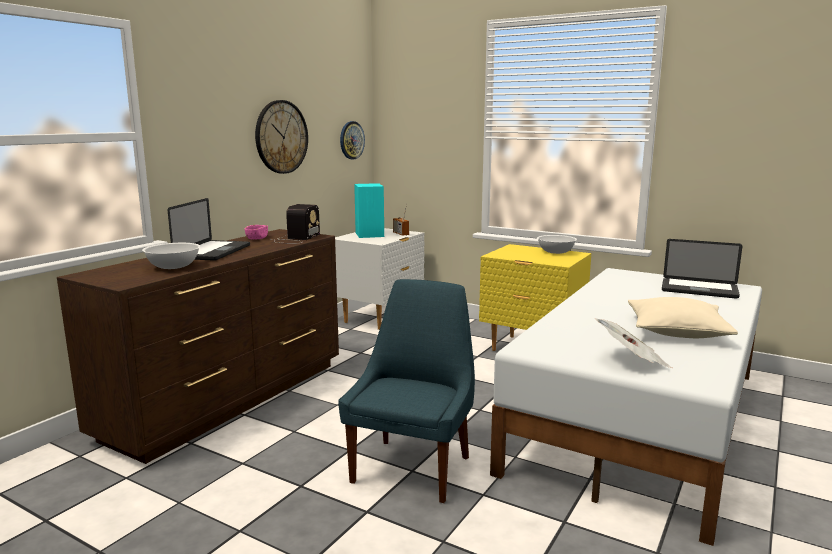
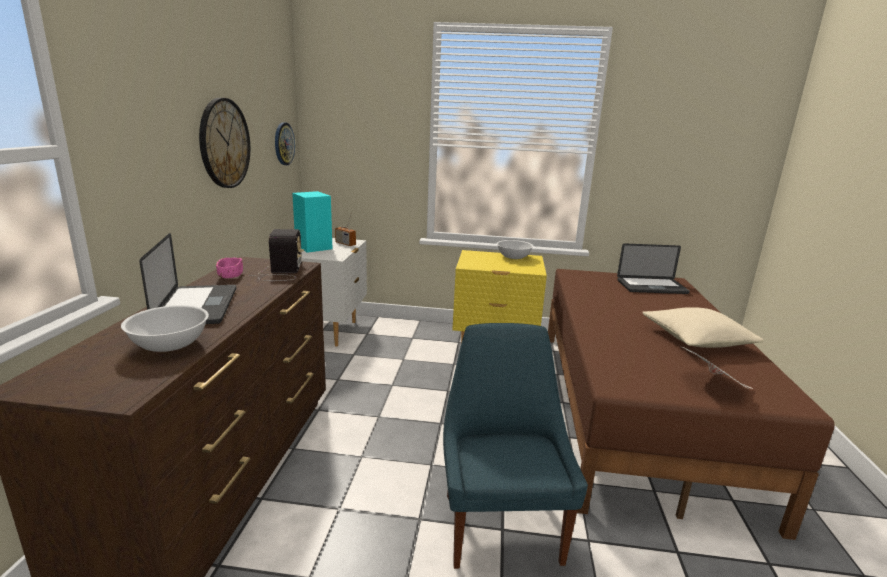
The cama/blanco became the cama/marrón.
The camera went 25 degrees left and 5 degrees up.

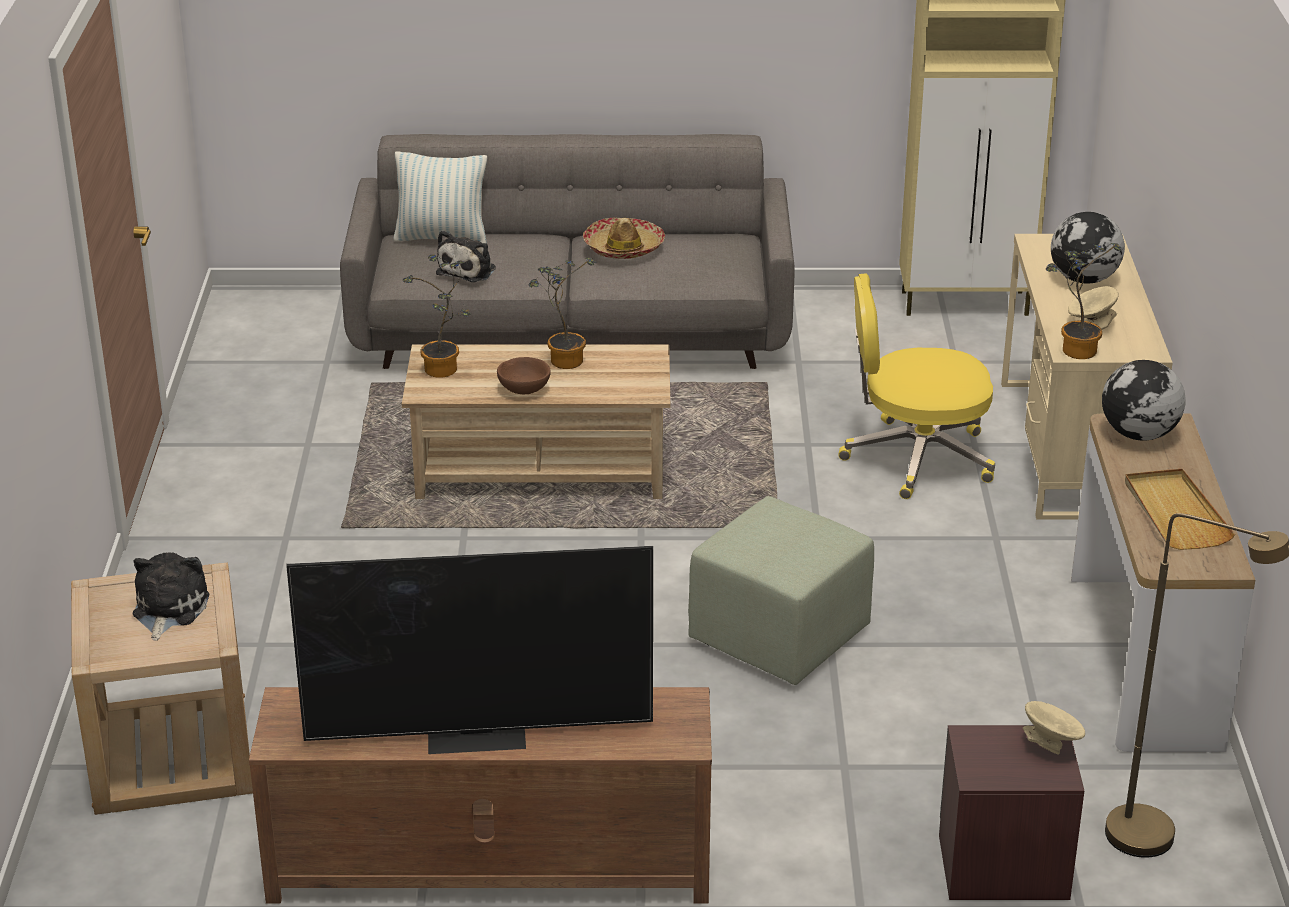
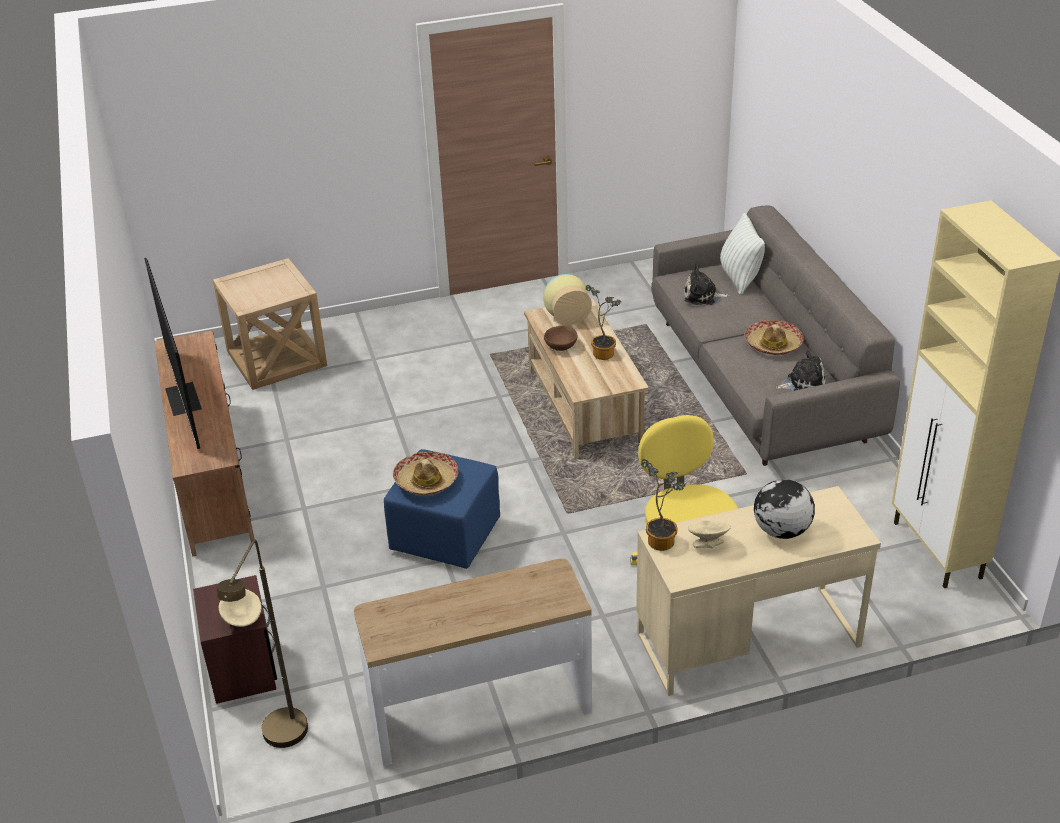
The planta en maceta (1st from left) was replaced by the florero.
The globo terráqueo (2nd from left) disappeared.
The bandeja/beis disappeared.
The puf/verde became the puf/azul.
The peluche (1st from left in the first image) moved.
The sombrero (1st from left) appeared.
The camera went 75 degrees right and 5 degrees up.

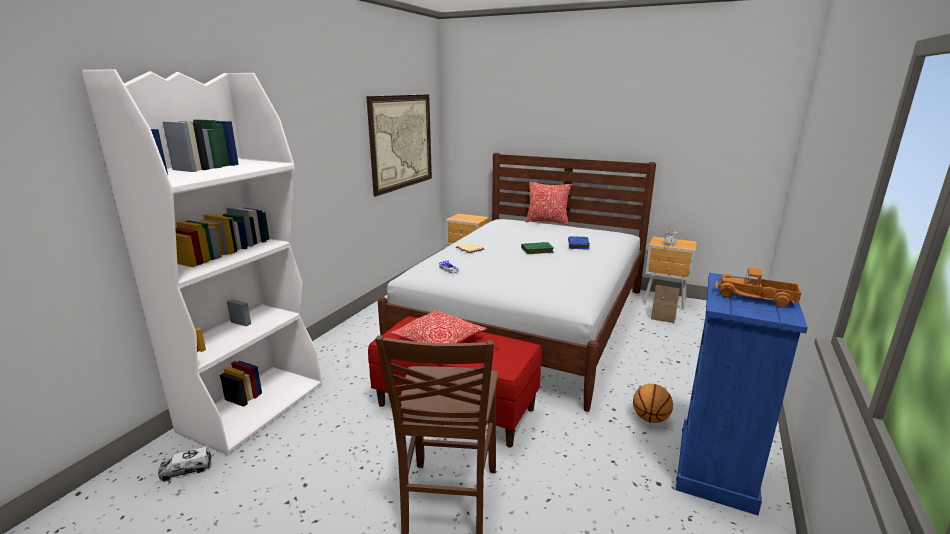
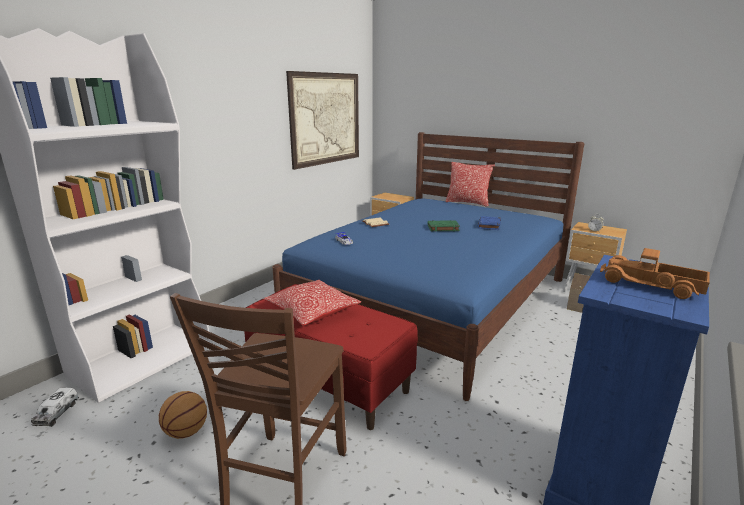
The cama/blanco became the cama/azul.
The balón de baloncesto moved.
The camión de juguete (1st from left) turned 75 degrees counterclockwise.
The camera went 10 degrees right and 0 degrees up.

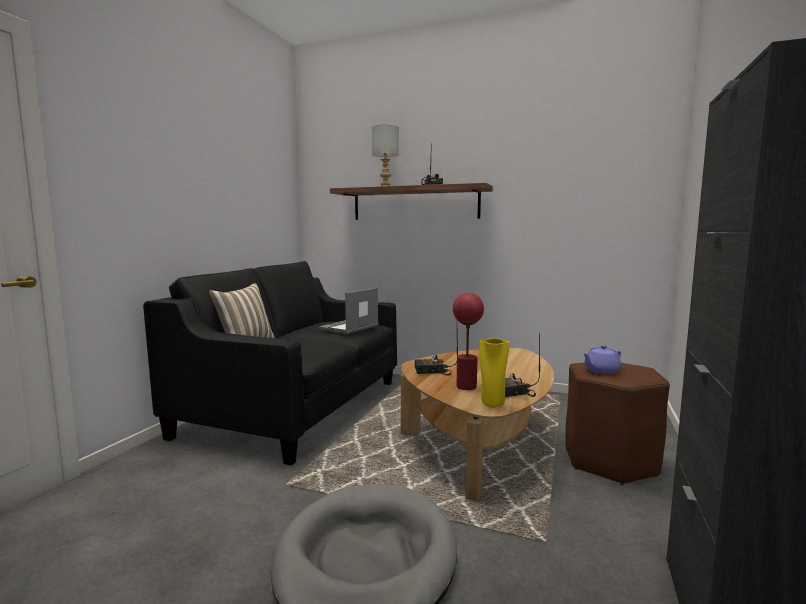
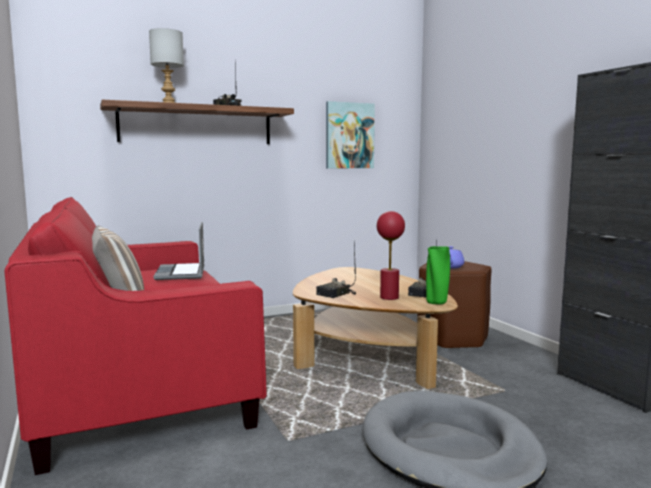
The sofá/negro became the sofá/rojo.
The florero/amarillo became the florero/verde.
The cuadro appeared.
The camera went 45 degrees left and 0 degrees up.

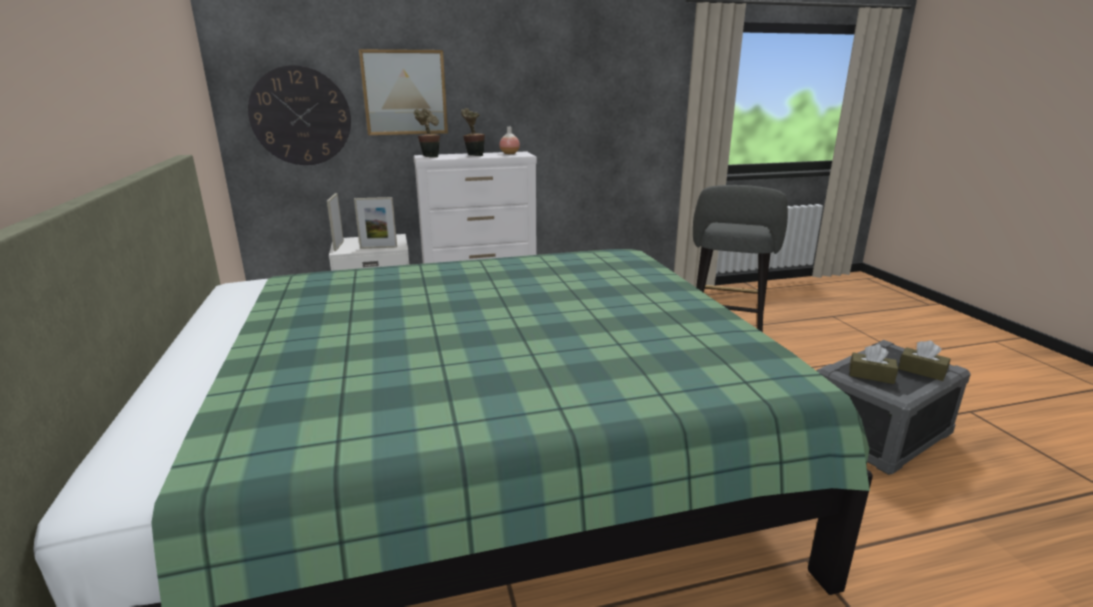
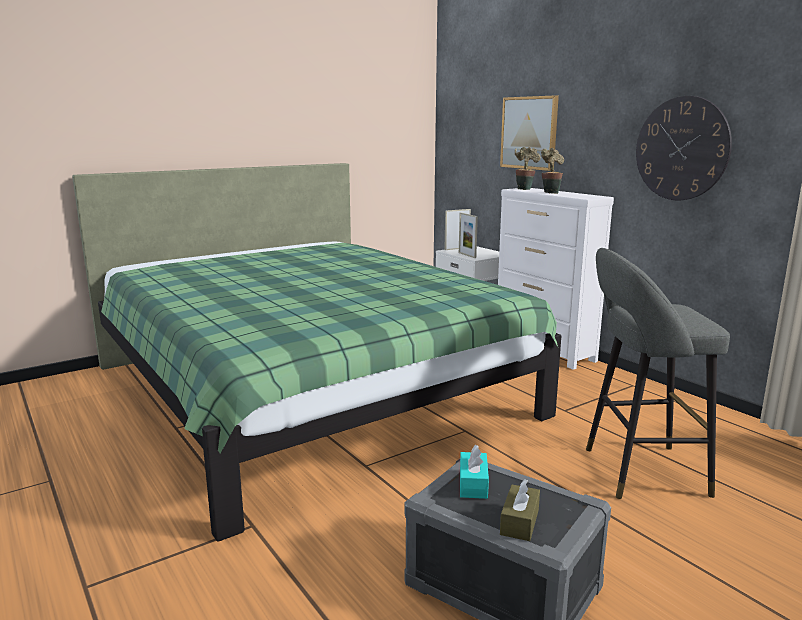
The reloj de pared moved.
The florero disappeared.
The caja de pañuelos/marrón (1st from left) became the caja de pañuelos/turquesa.
The camera went 70 degrees right and 5 degrees down.

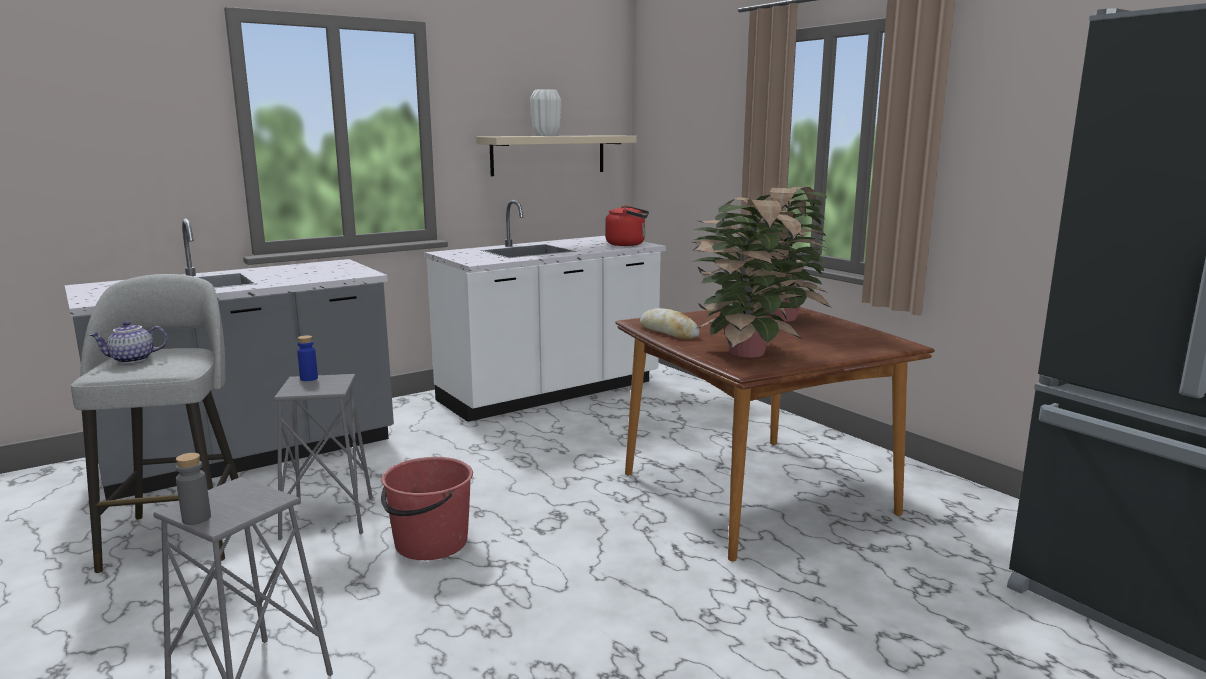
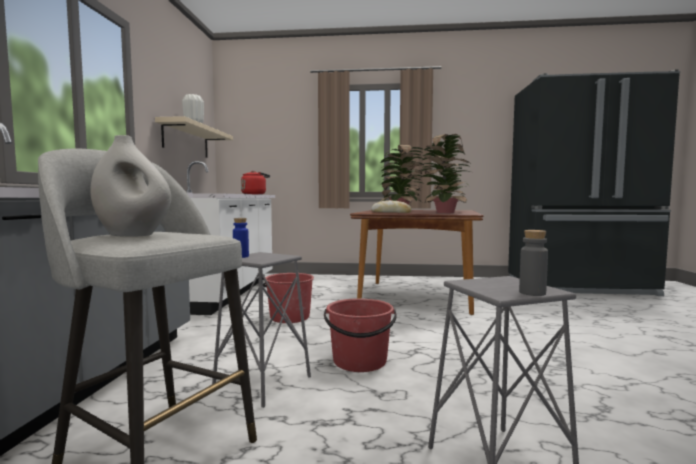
The tetera was replaced by the florero/blanco (1st from left).
The cubo/rojo (1st from left) appeared.
The camera went 50 degrees left and 10 degrees down.

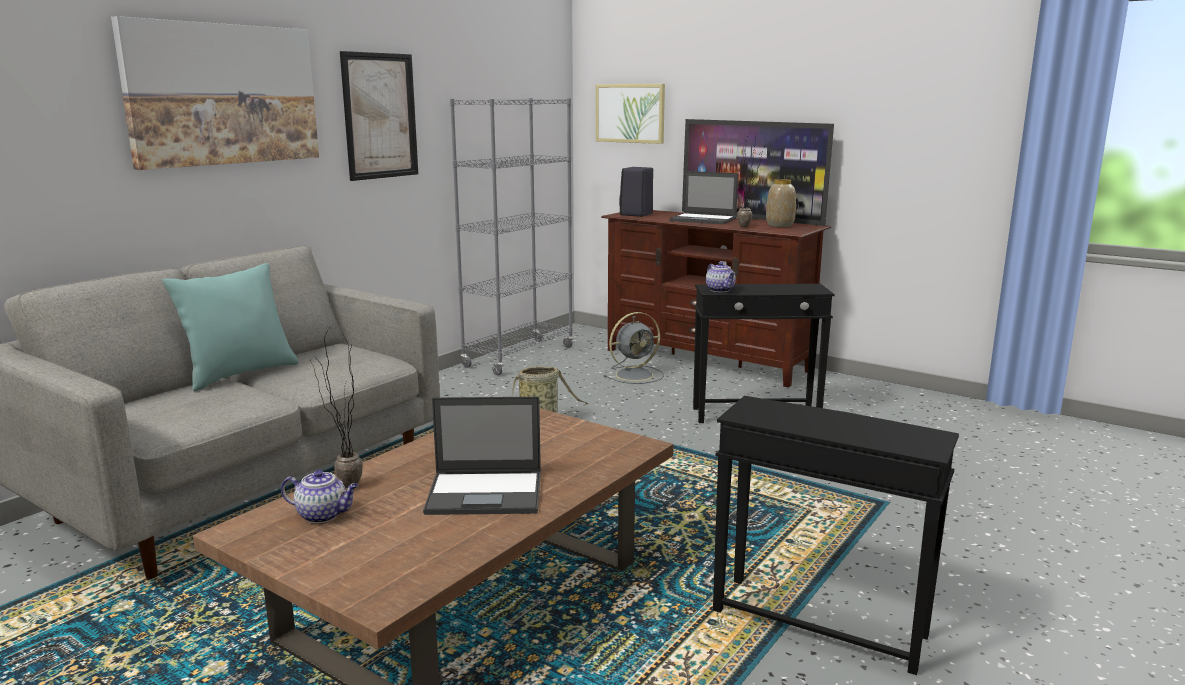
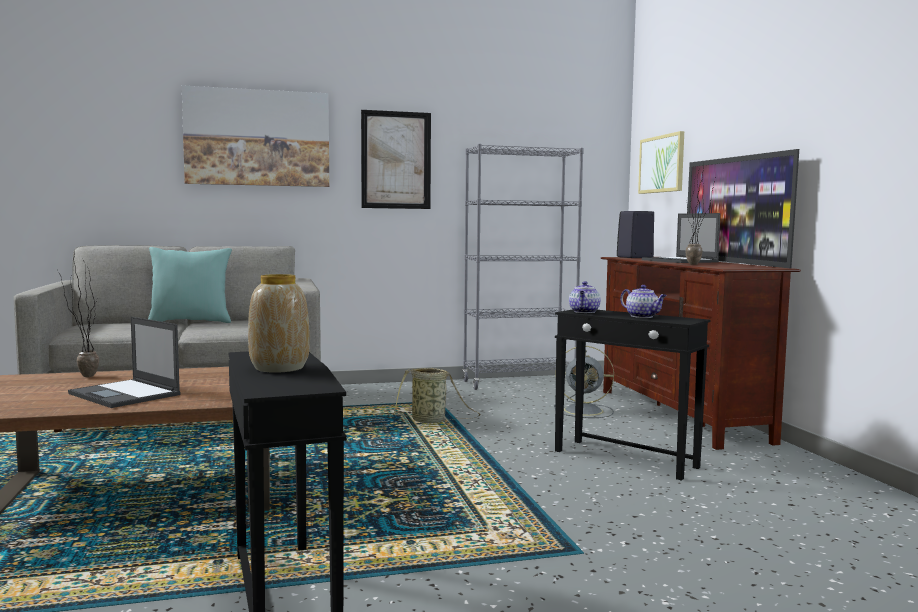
The florero moved.
The tetera (1st from left in the first image) moved.
The camera went 40 degrees right and 10 degrees down.

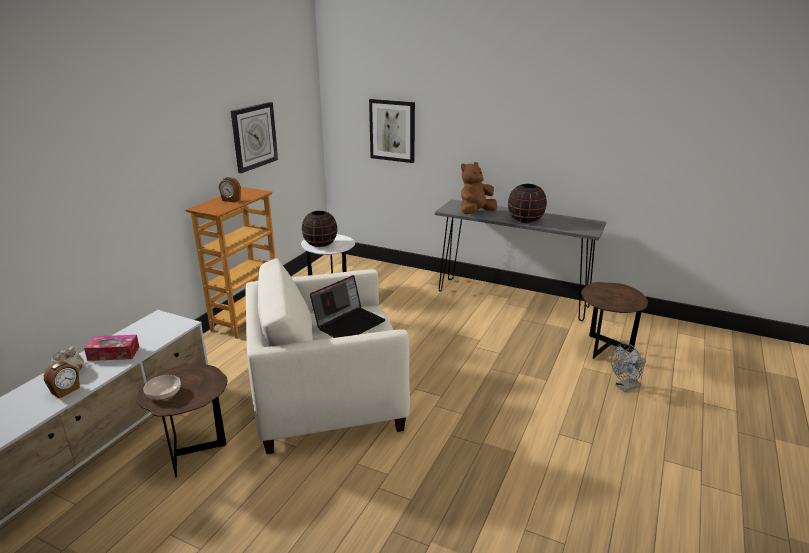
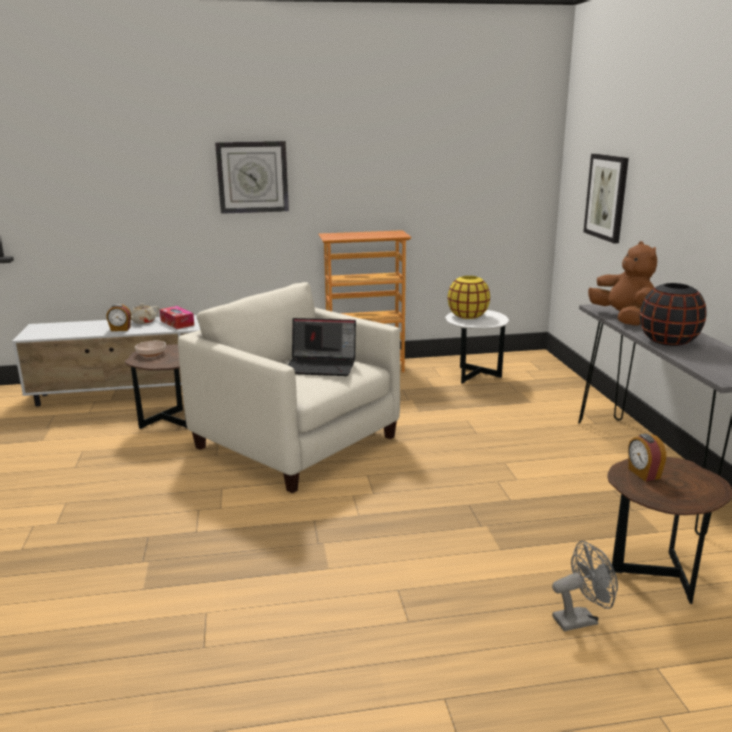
The reloj de pared moved.
The peluche/marrón turned 60 degrees clockwise.
The despertador (2nd from left) moved.
The florero/negro (1st from left) became the florero/amarillo.
The ventilador/gris turned 135 degrees clockwise.
The camera went 55 degrees right and 5 degrees down.

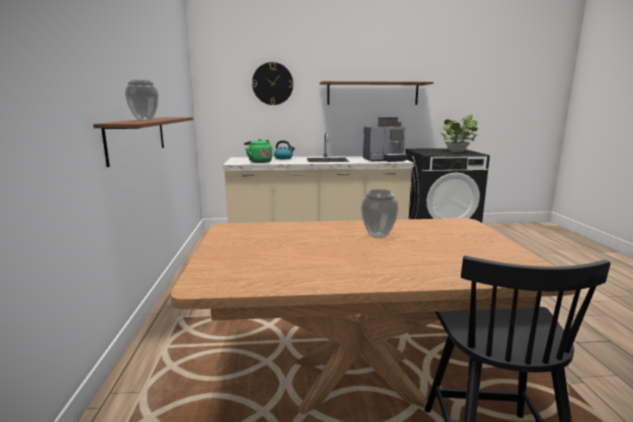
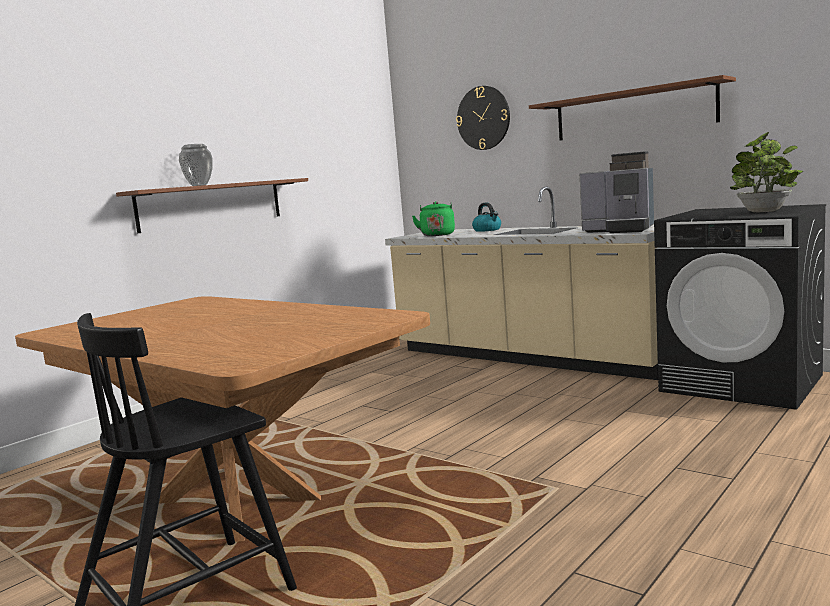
The florero (2nd from left) disappeared.
The camera went 45 degrees right and 5 degrees down.

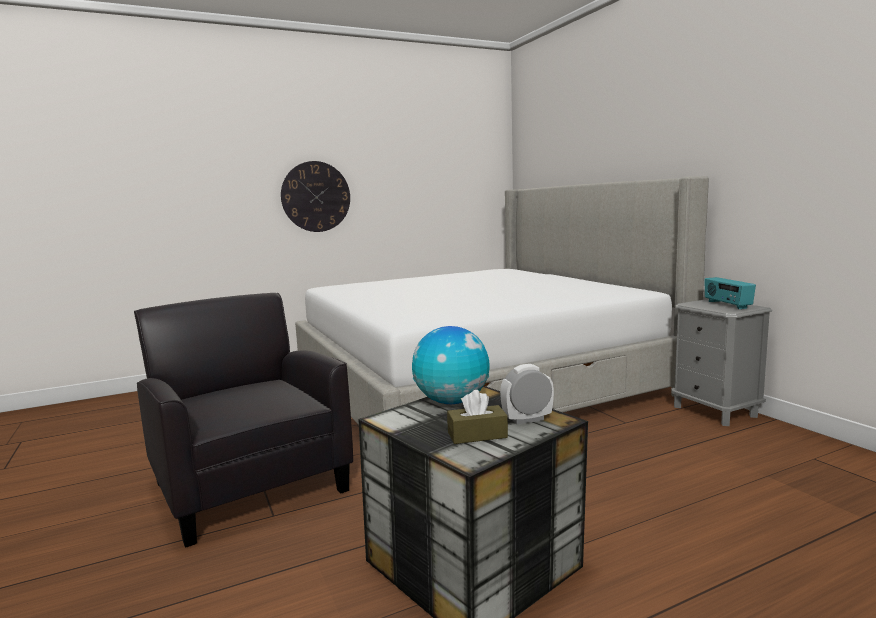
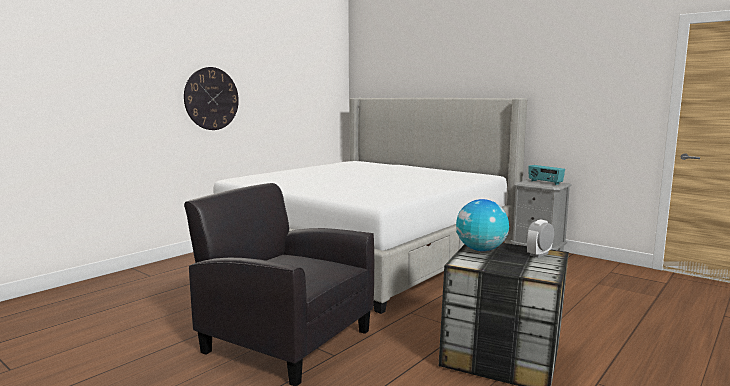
The caja de pañuelos/marrón disappeared.
The camera went 25 degrees left and 0 degrees up.

